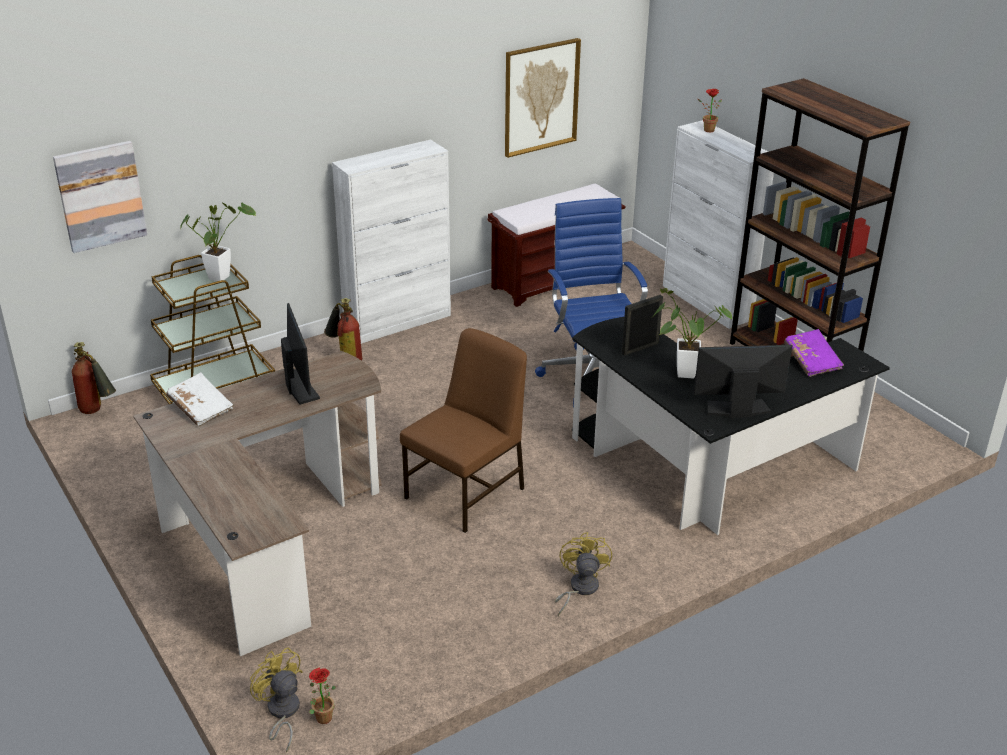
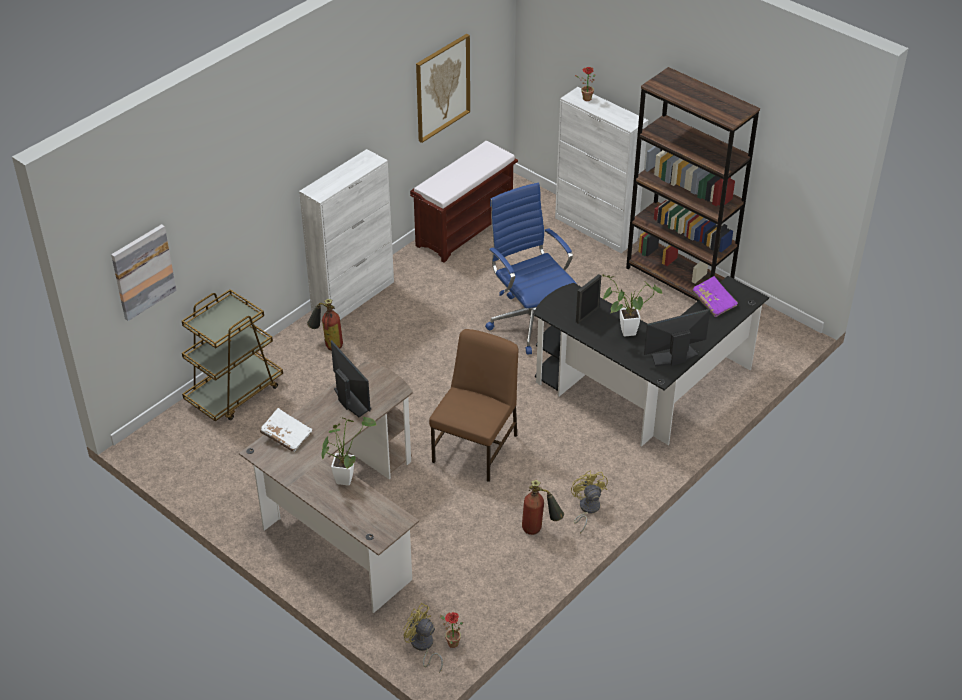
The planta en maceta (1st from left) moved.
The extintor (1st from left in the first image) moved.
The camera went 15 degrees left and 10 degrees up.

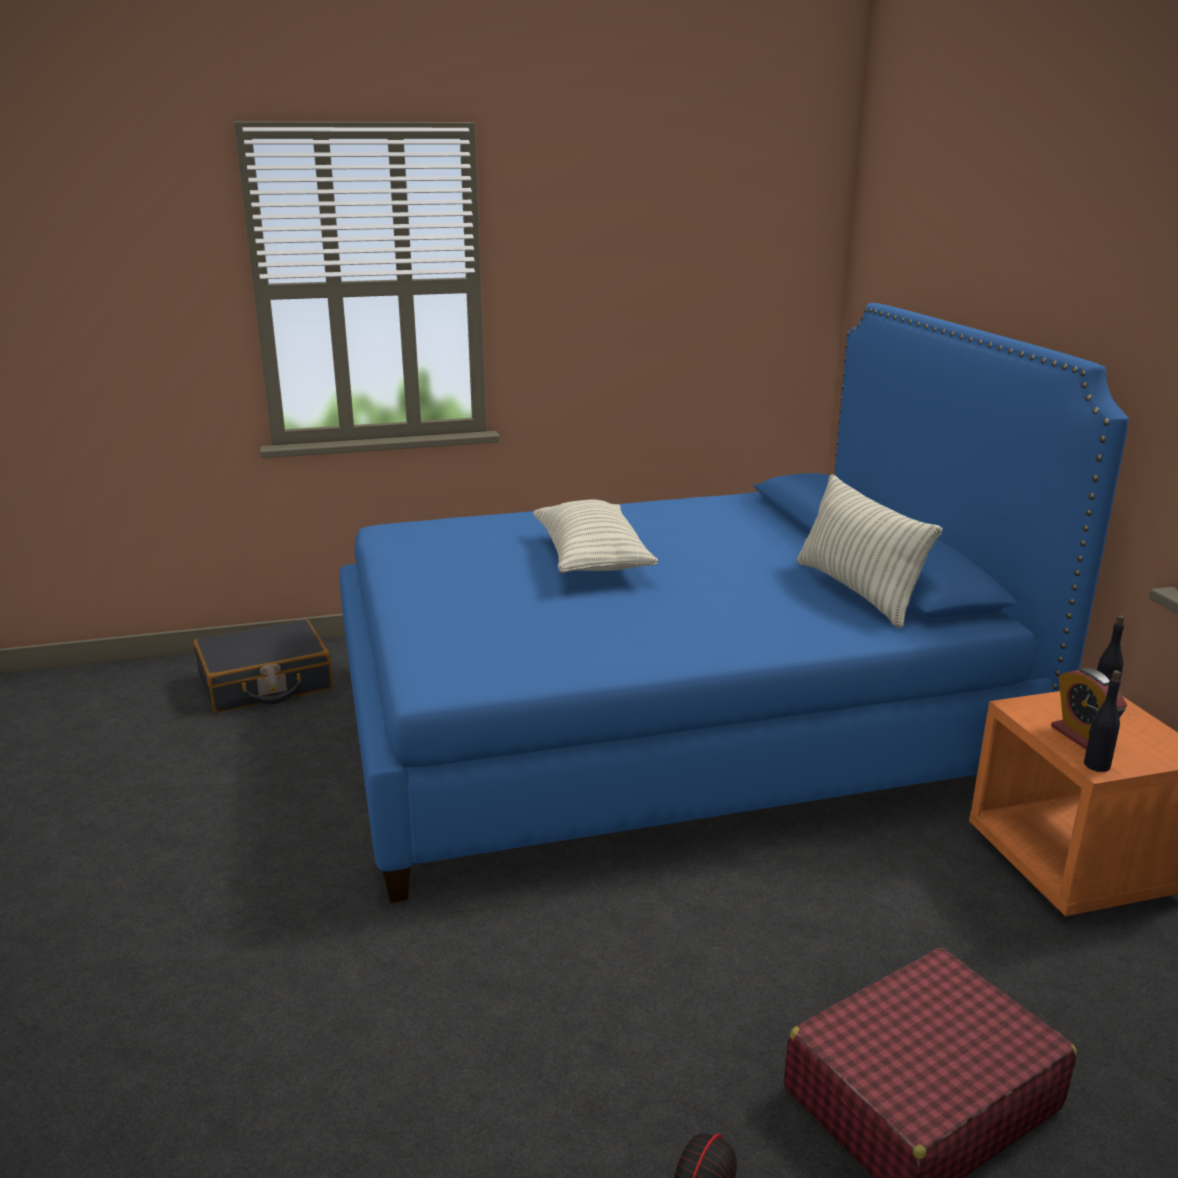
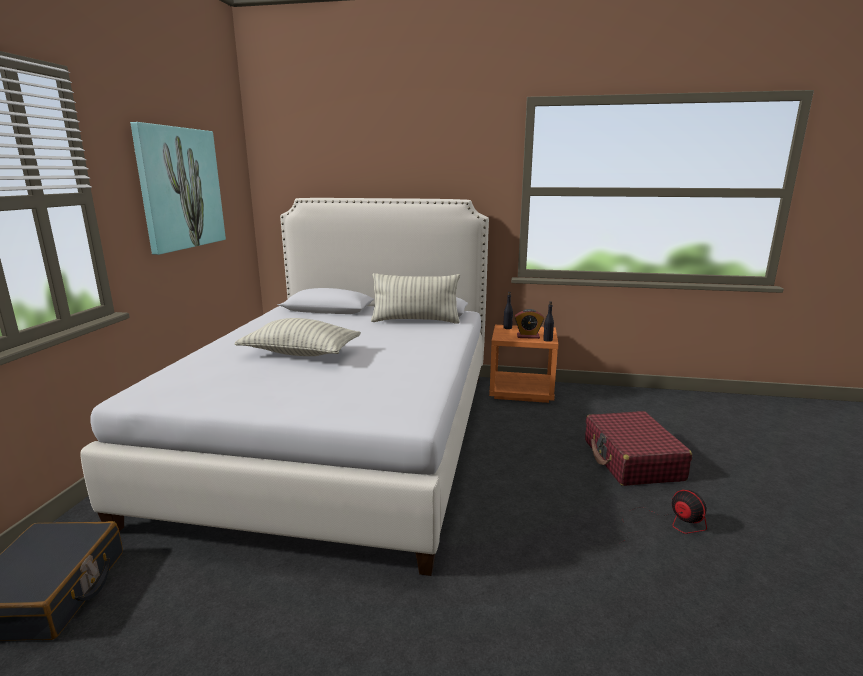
The cama/azul became the cama/blanco.
The cuadro appeared.
The camera went 65 degrees left and 5 degrees down.

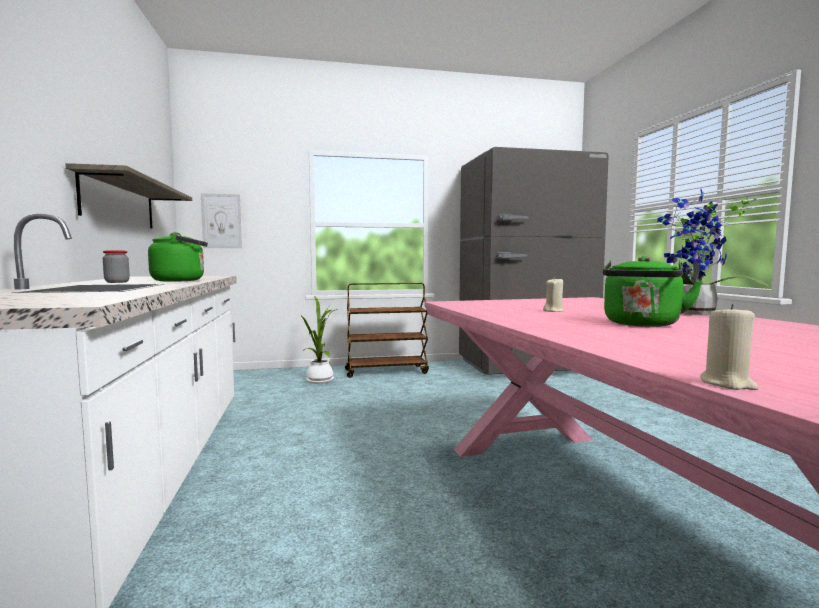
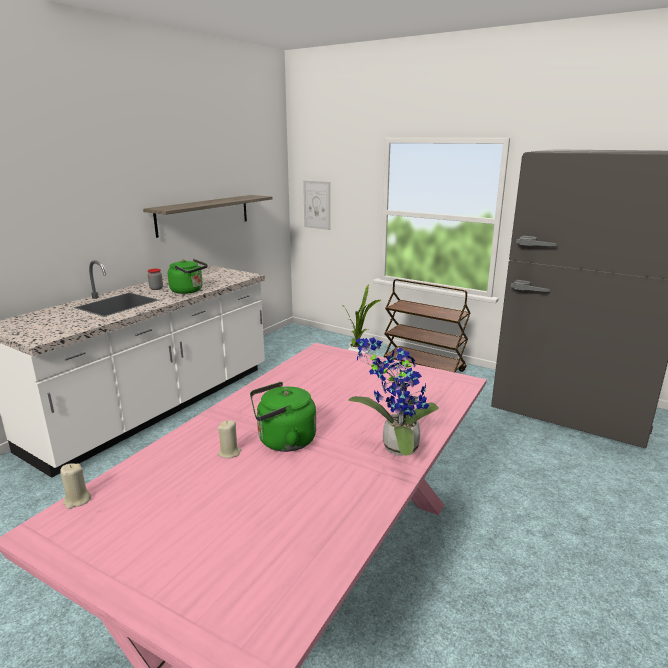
The vela/beis (1st from left in the first image) moved.
The camera went 45 degrees right and 15 degrees up.

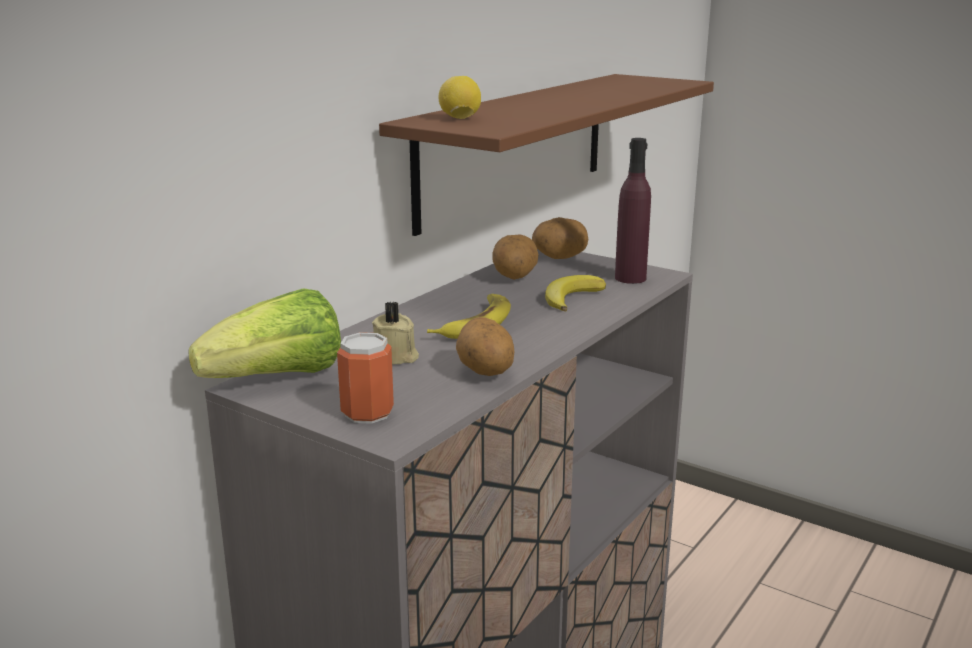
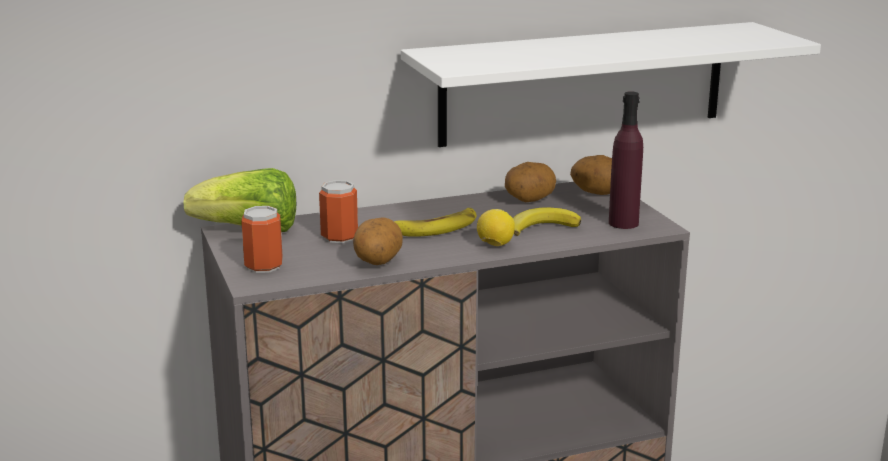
The estante/marrón became the estante/blanco.
The limón moved.
The vela/beis was replaced by the lata (2nd from left).
The camera went 35 degrees right and 0 degrees up.

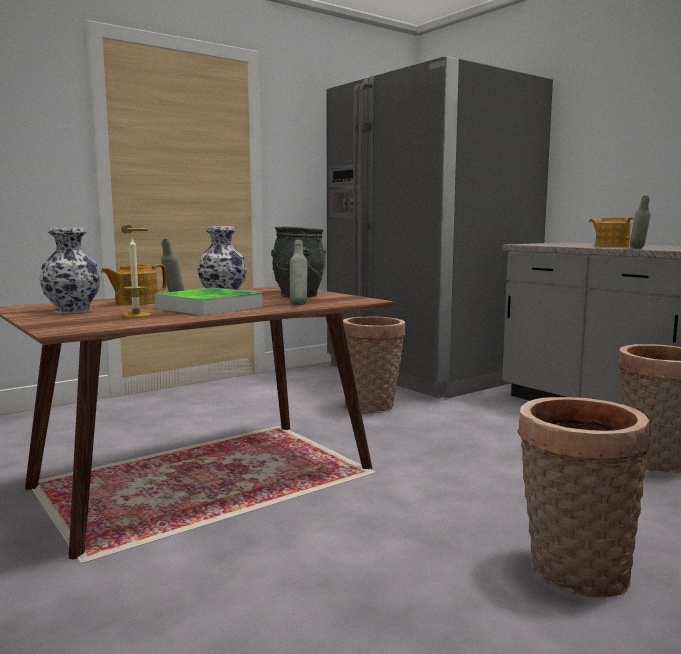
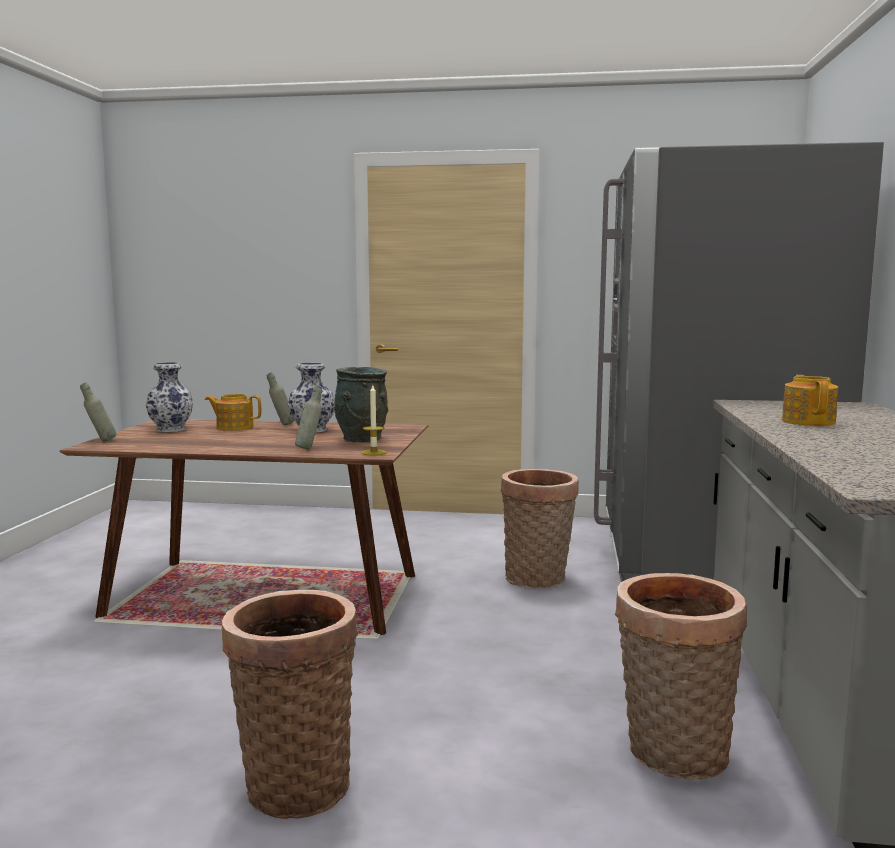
The botella/gris (3rd from left in the first image) moved.
The vela moved.
The bandeja disappeared.
The camera went 45 degrees right and 0 degrees up.

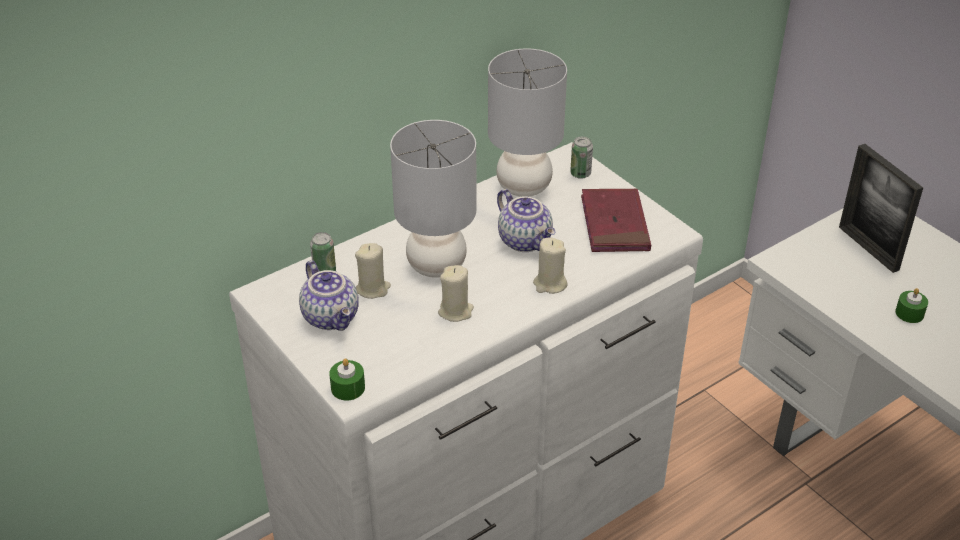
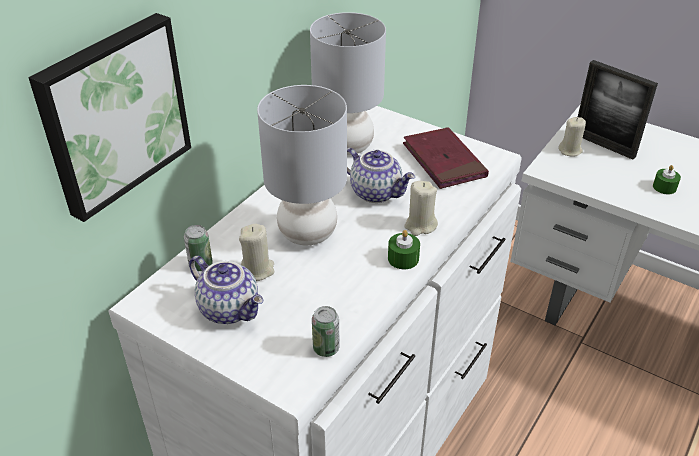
The lata (2nd from left) moved.
The vela/beis (2nd from left in the first image) moved.
The vela/verde (1st from left) moved.
The cuadro appeared.
The camera went 20 degrees left and 0 degrees up.

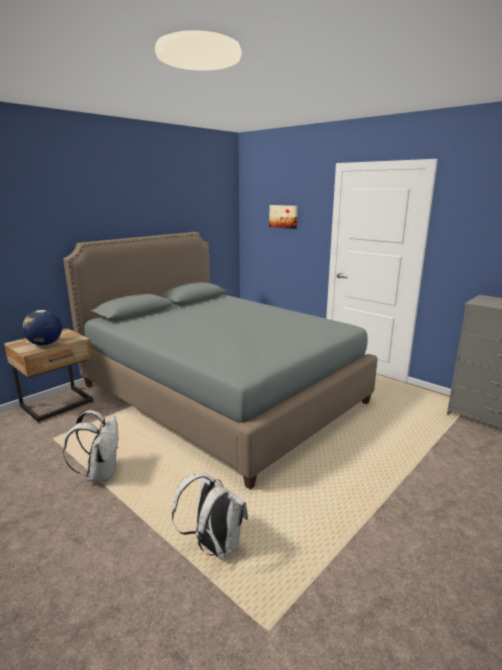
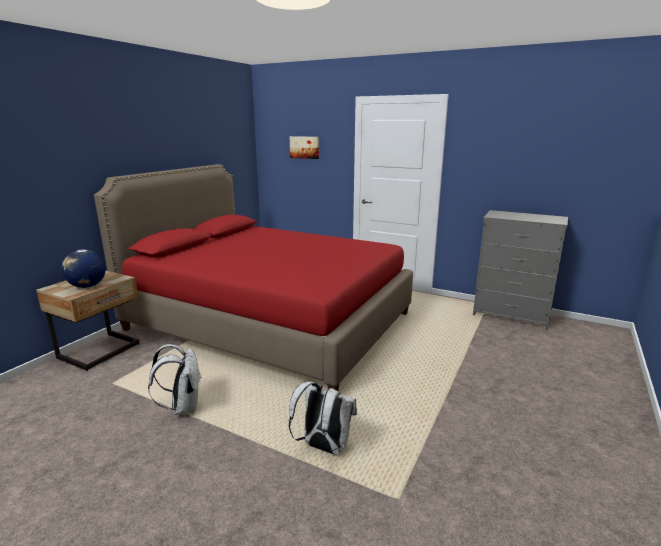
The cama/gris became the cama/rojo.
The camera went 15 degrees left and 0 degrees up.

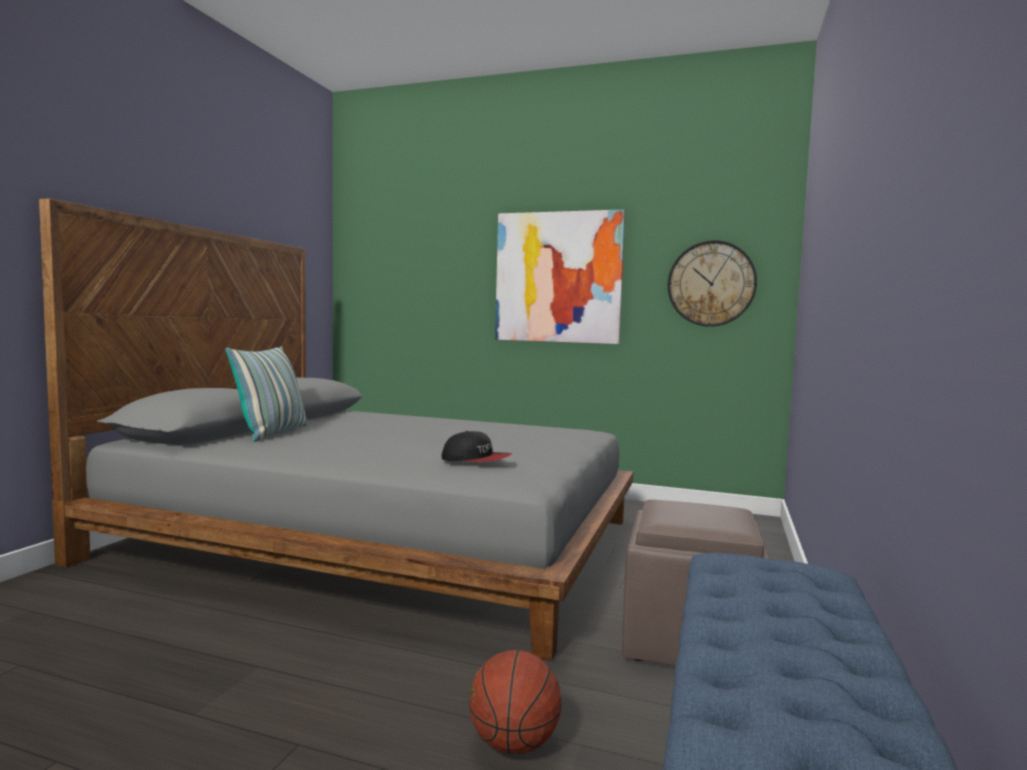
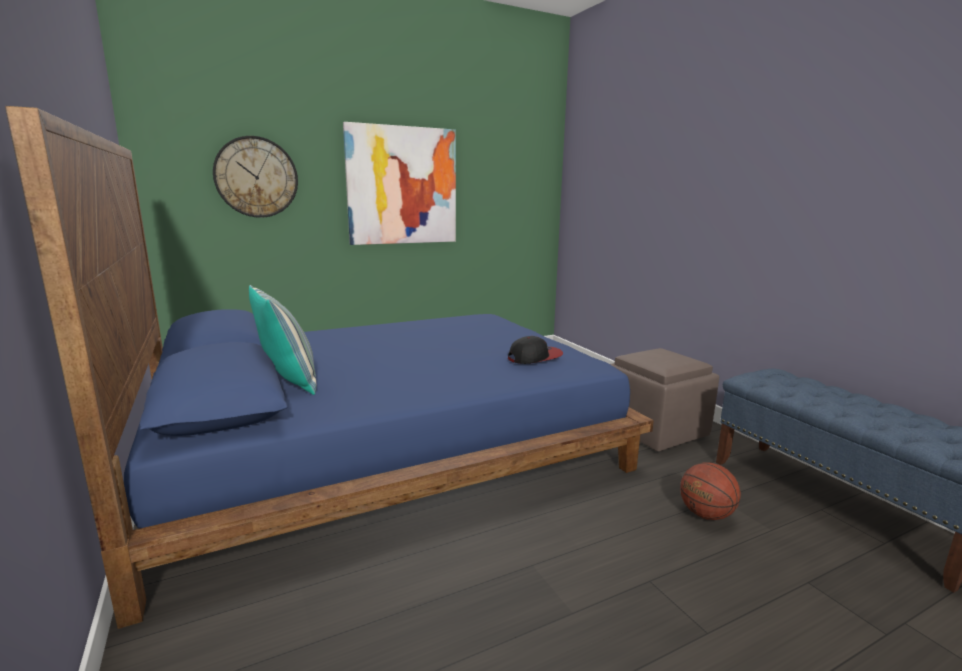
The cama/gris became the cama/azul.
The reloj de pared moved.
The camera went 45 degrees left and 10 degrees up.

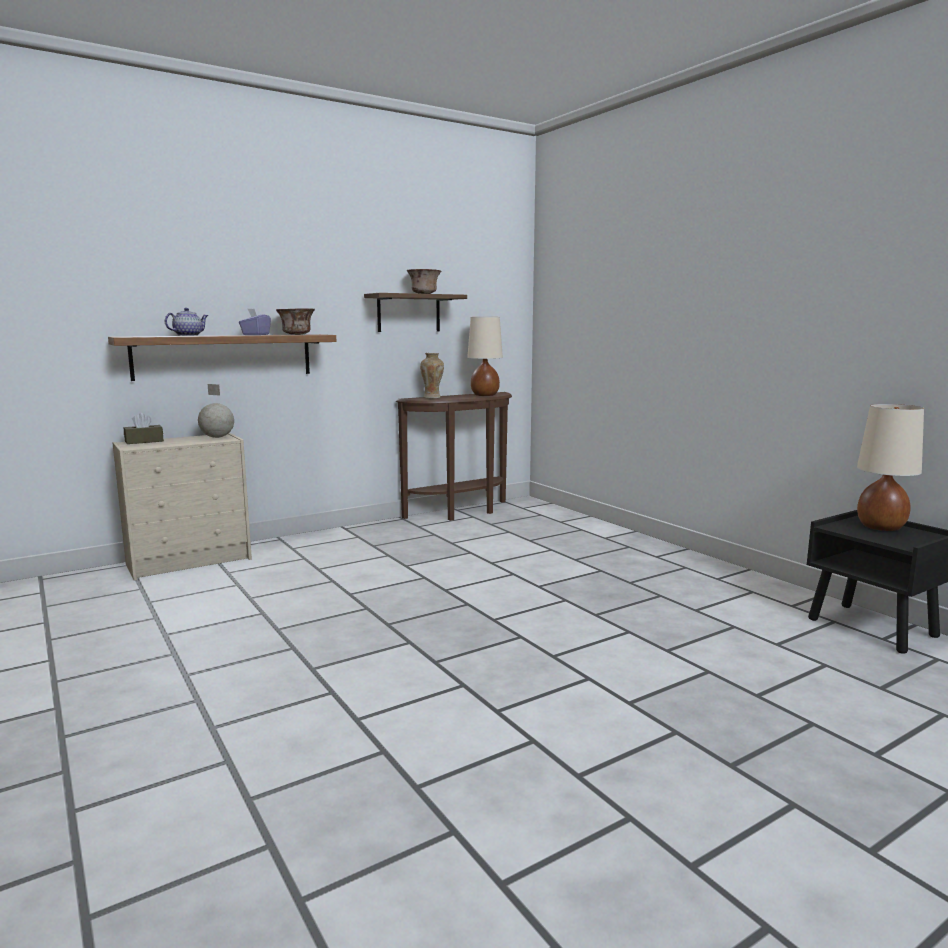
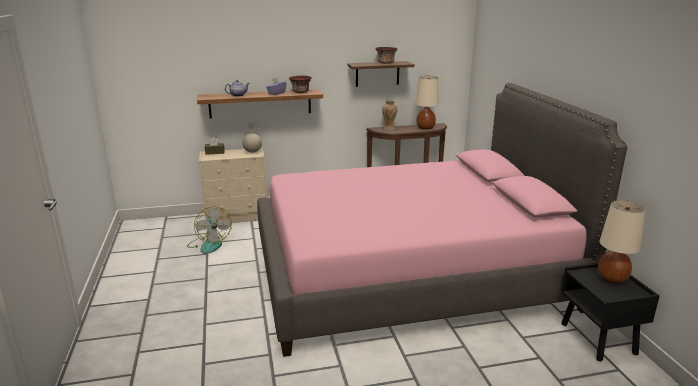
The cama/rosa appeared.
The ventilador appeared.
The camera went 20 degrees right and 10 degrees up.

